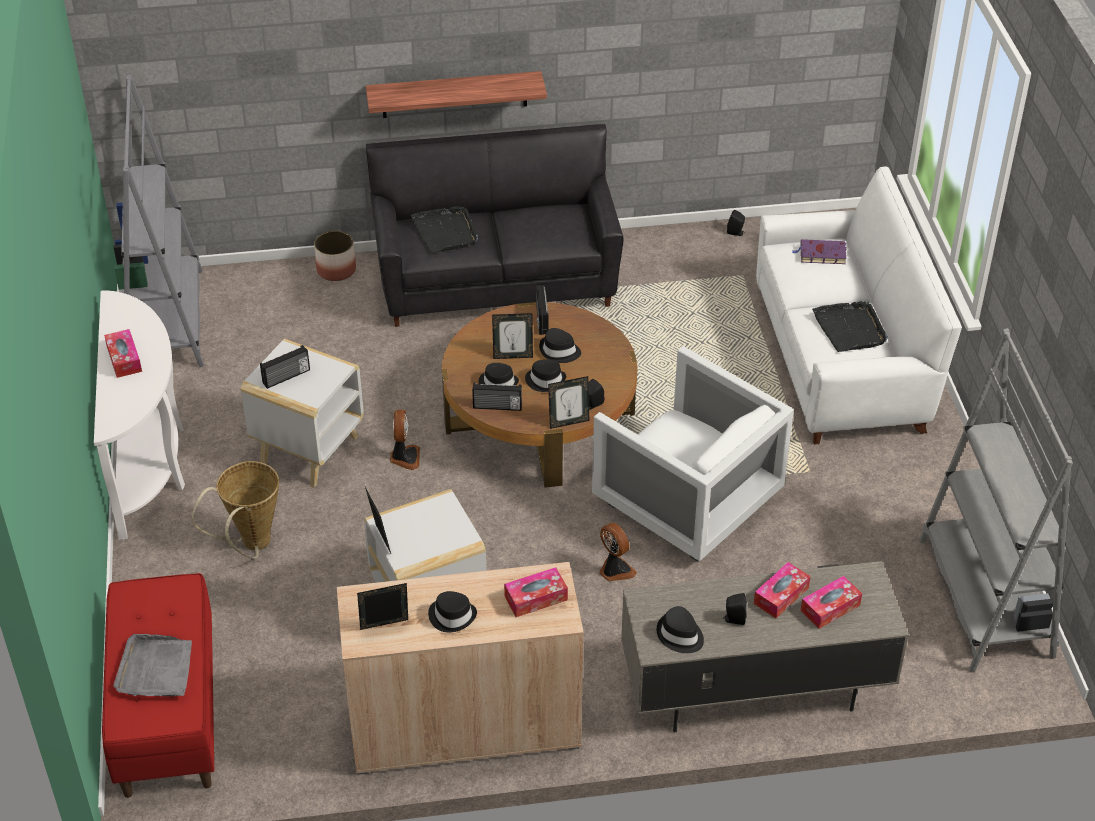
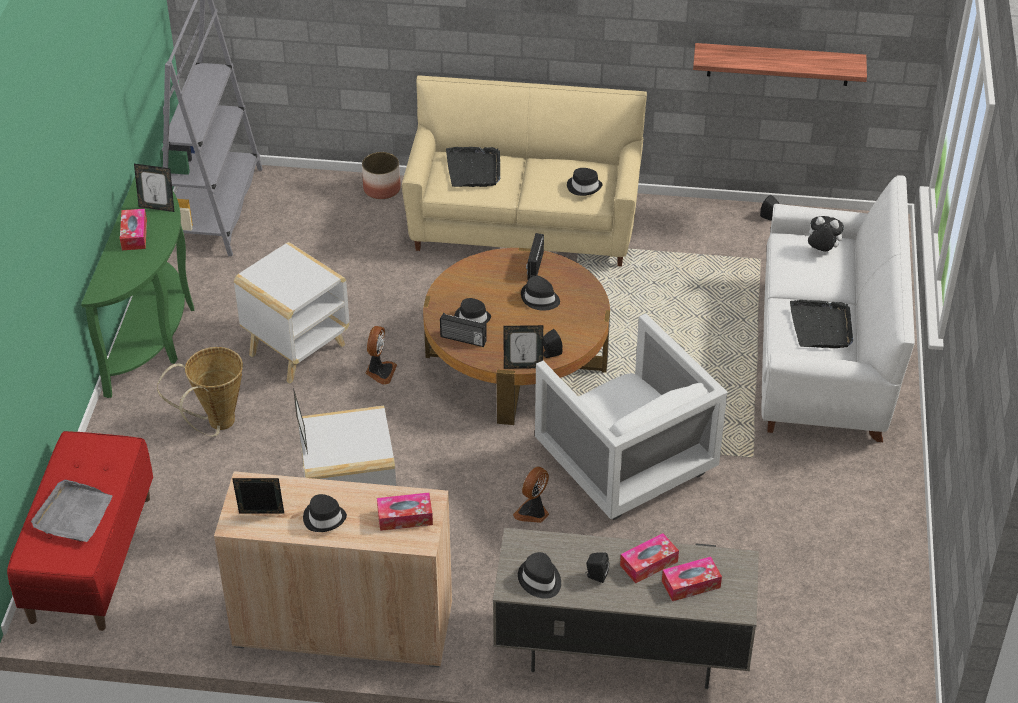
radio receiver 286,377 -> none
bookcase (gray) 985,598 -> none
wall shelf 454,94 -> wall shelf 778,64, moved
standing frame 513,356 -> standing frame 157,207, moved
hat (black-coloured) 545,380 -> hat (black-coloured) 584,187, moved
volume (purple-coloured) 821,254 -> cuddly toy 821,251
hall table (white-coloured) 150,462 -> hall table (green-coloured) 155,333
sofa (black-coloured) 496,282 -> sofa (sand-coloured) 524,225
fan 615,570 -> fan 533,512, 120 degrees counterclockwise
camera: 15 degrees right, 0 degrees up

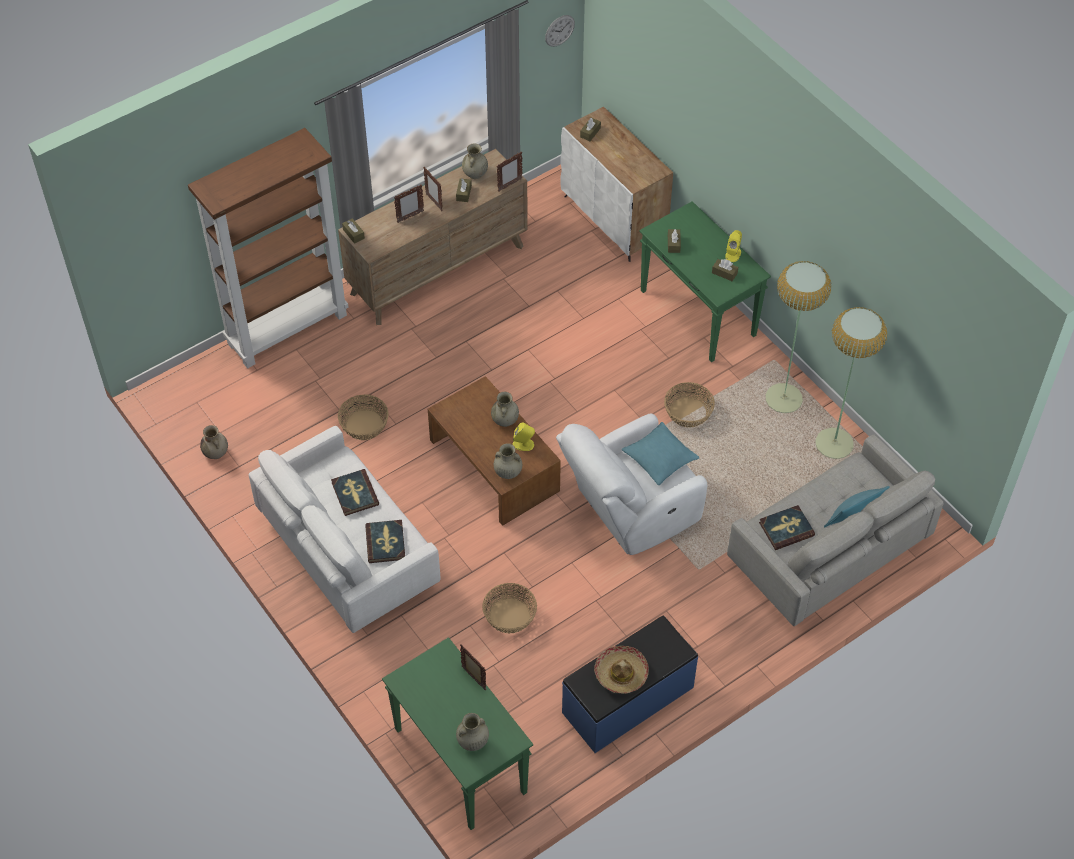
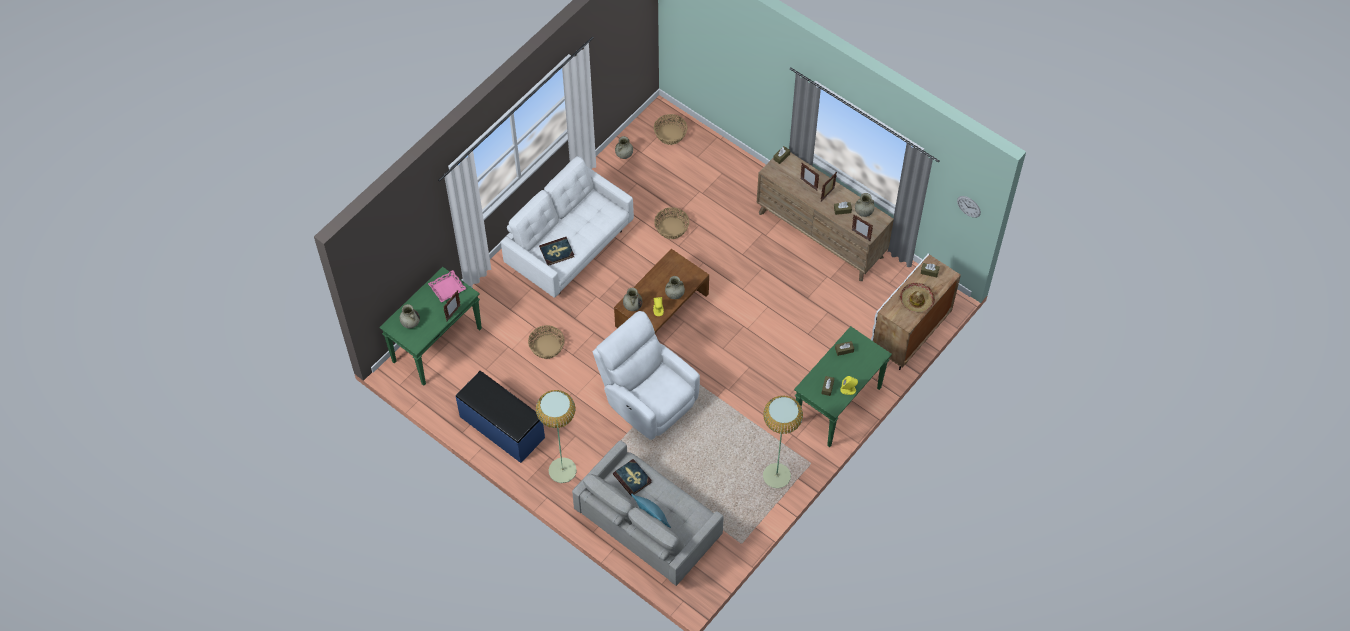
bookcase (brown-coloured) 288,328 -> none
volume 354,494 -> none
throw pillow (blue-green) 659,458 -> none
none -> serving tray (pink-coloured) 447,287
hat 621,673 -> hat 916,300, moved
basket 688,413 -> basket 670,135, moved
floor lamp 834,444 -> floor lamp 562,470, moved
camera: 75 degrees right, 5 degrees up

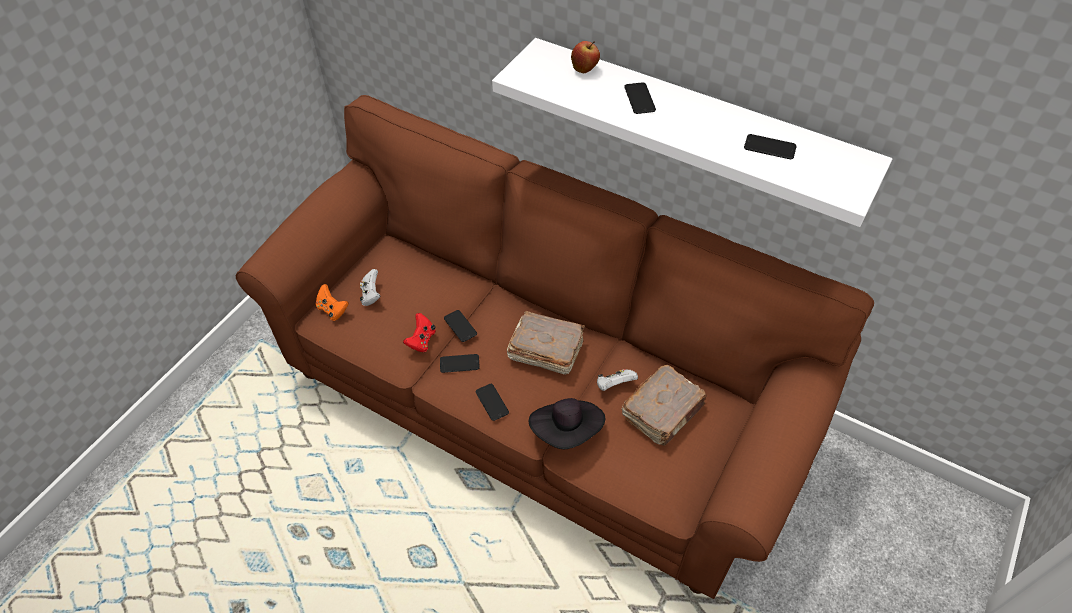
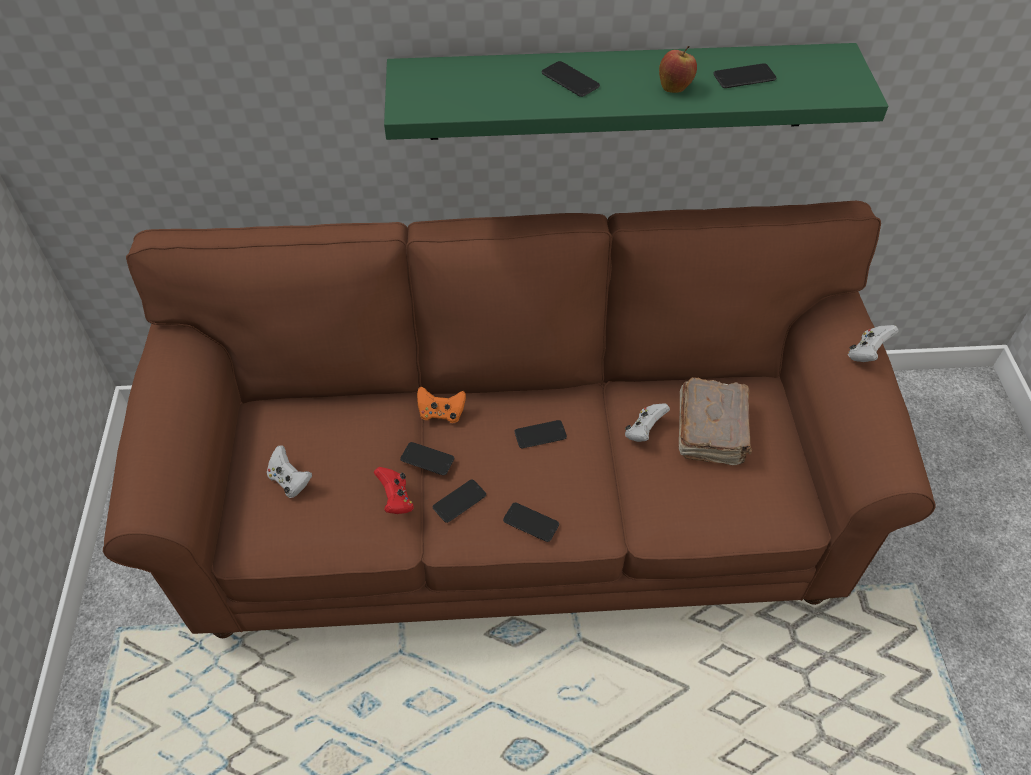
hat (black-coloured) 567,430 -> none
none -> gamepad (white-coloured) 867,353
gamepad (orange-coloured) 332,310 -> gamepad (orange-coloured) 441,413, moved
whole apple 585,69 -> whole apple 675,87, moved
volume (brown-coloured) 545,350 -> phone 540,435
wall shelf (white-coloured) 694,124 -> wall shelf (green-coloured) 619,92
camera: 35 degrees left, 0 degrees up

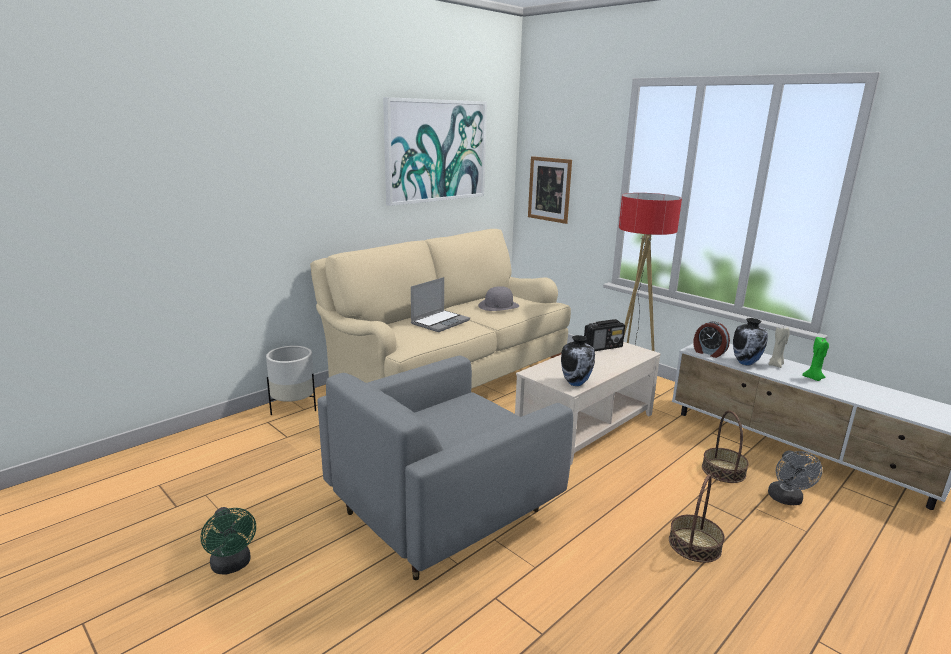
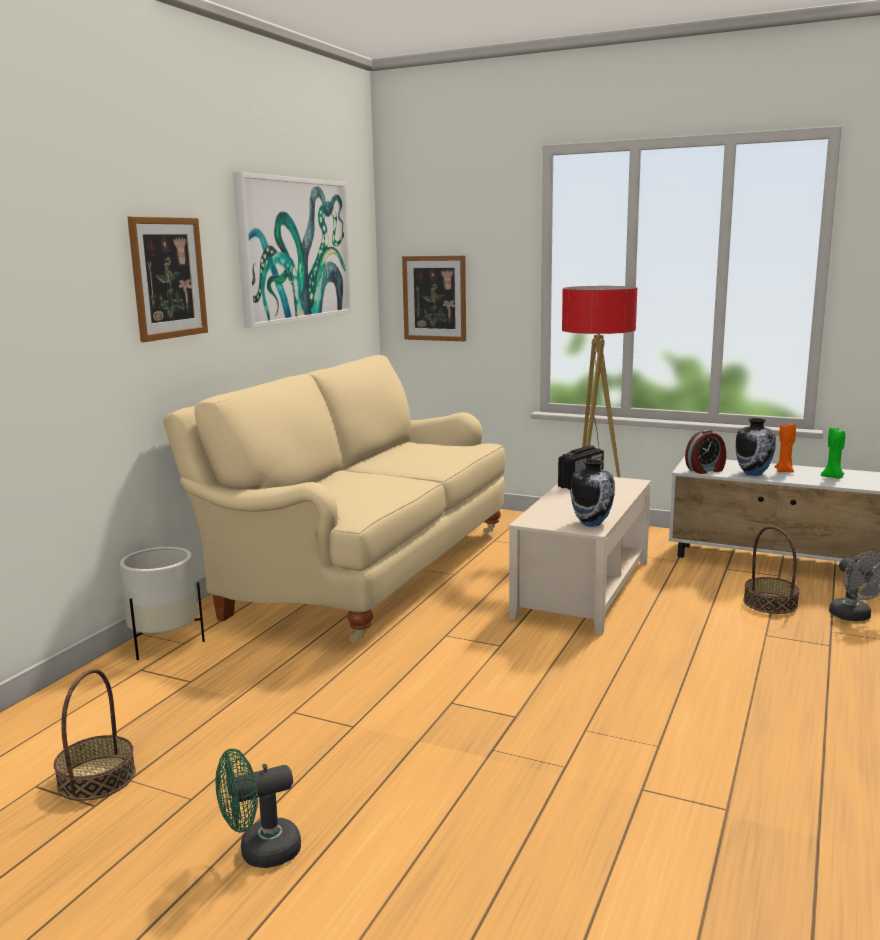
lounge chair (gray) 443,512 -> none
portable computer 440,322 -> none
hat (gray) 498,306 -> none
none -> wall picture 168,278
basket 694,545 -> basket 96,778, moved
candle (sand-coloured) 776,365 -> candle (orange-coloured) 784,471
fan (green-coloured) 232,566 -> fan (green-coloured) 260,852, 120 degrees clockwise
bedside clock 708,353 -> bedside clock 705,470, 45 degrees counterclockwise
camera: 20 degrees left, 5 degrees down

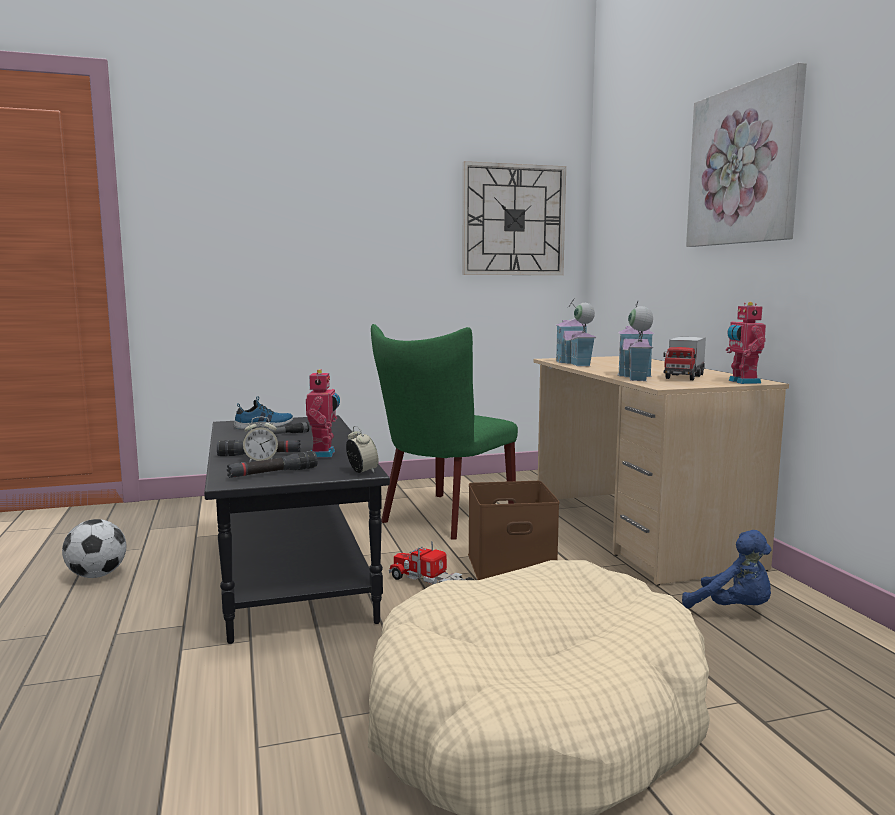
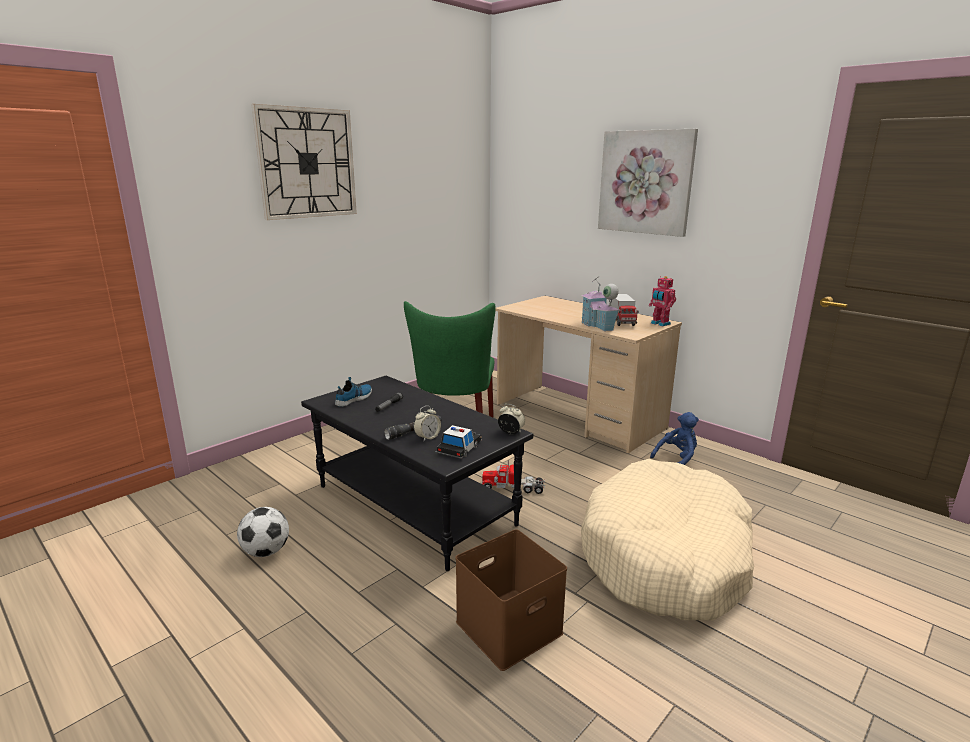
model robot 324,454 -> none
model house 574,363 -> none
wall clock 513,220 -> wall clock 307,163, moved
storage box (brown-coloured) 509,567 -> storage box (brown-coloured) 508,629, moved
hand torch (black-coloured) 273,473 -> model car 459,448
cuddly toy (bluish) 733,609 -> cuddly toy (bluish) 677,459, 45 degrees counterclockwise
camera: 30 degrees left, 10 degrees up

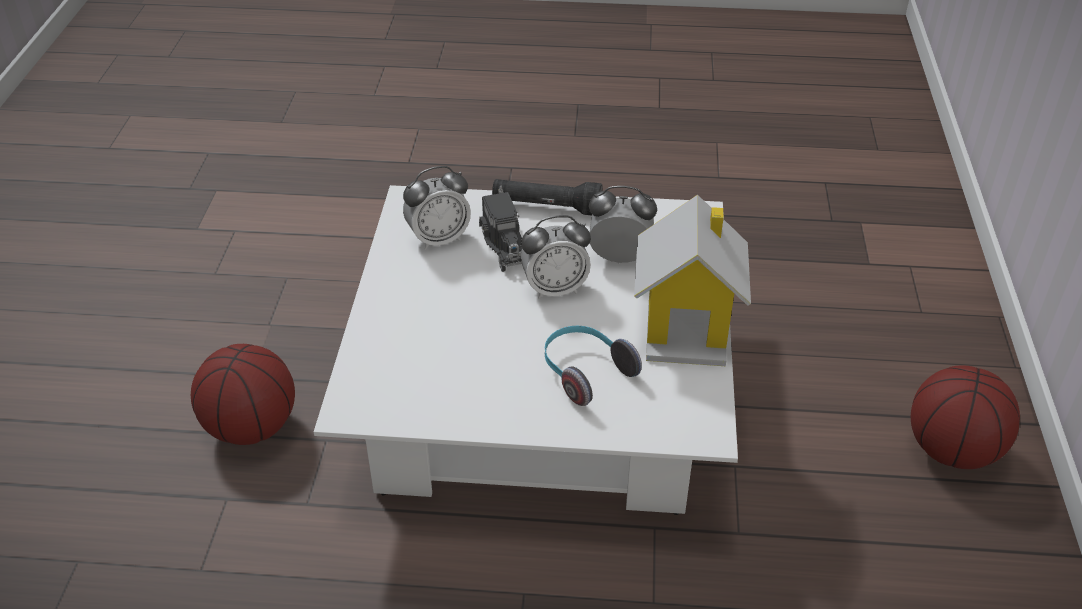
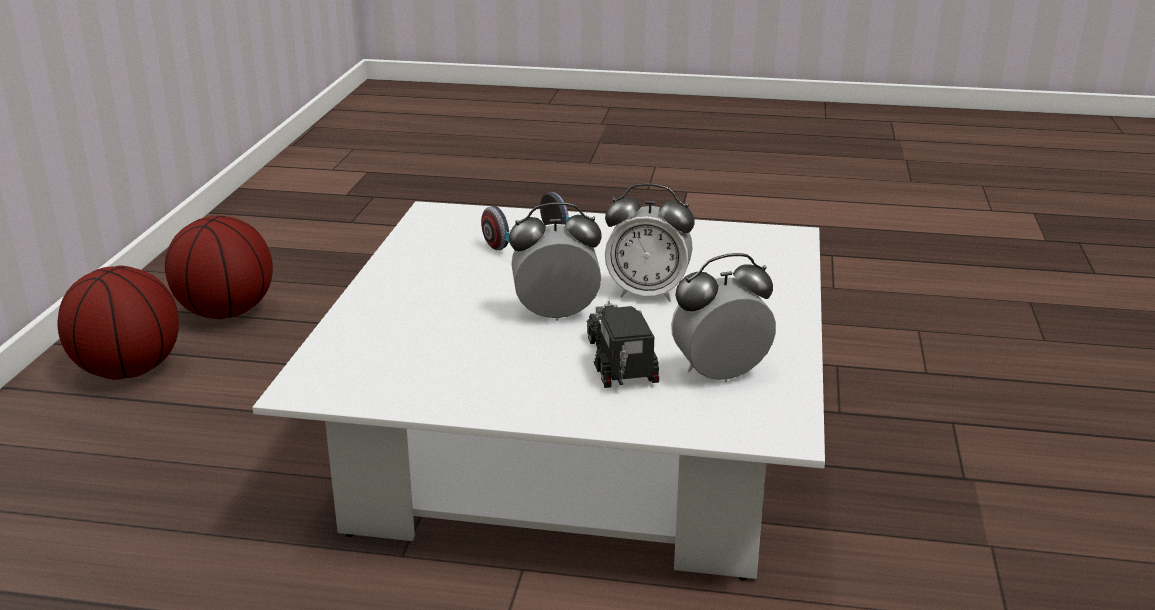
hand torch (black-coloured) 546,207 -> none
model house 687,326 -> none
basketball ball 250,428 -> basketball ball 227,312, moved
bedside clock 619,257 -> bedside clock 647,293, moved
camera: 175 degrees left, 15 degrees down

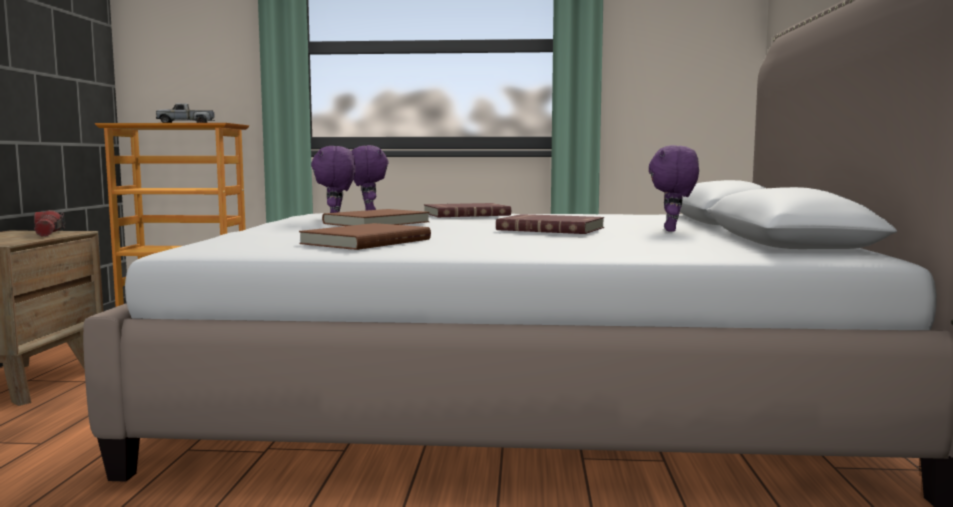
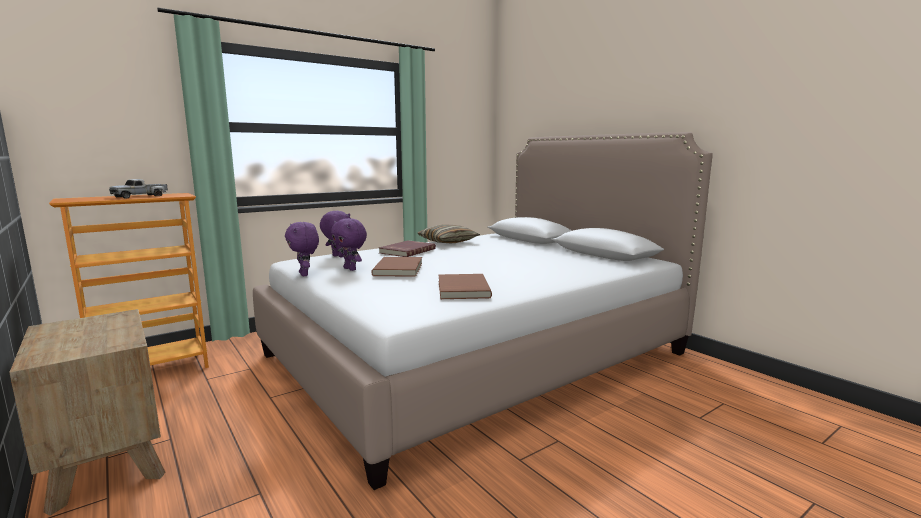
hand torch 48,234 -> none
volume (red-coloured) 551,228 -> none
none -> throw pillow 448,242
cuddly toy (purple-coloured) 672,230 -> cuddly toy (purple-coloured) 305,274, moved
camera: 40 degrees left, 5 degrees up

